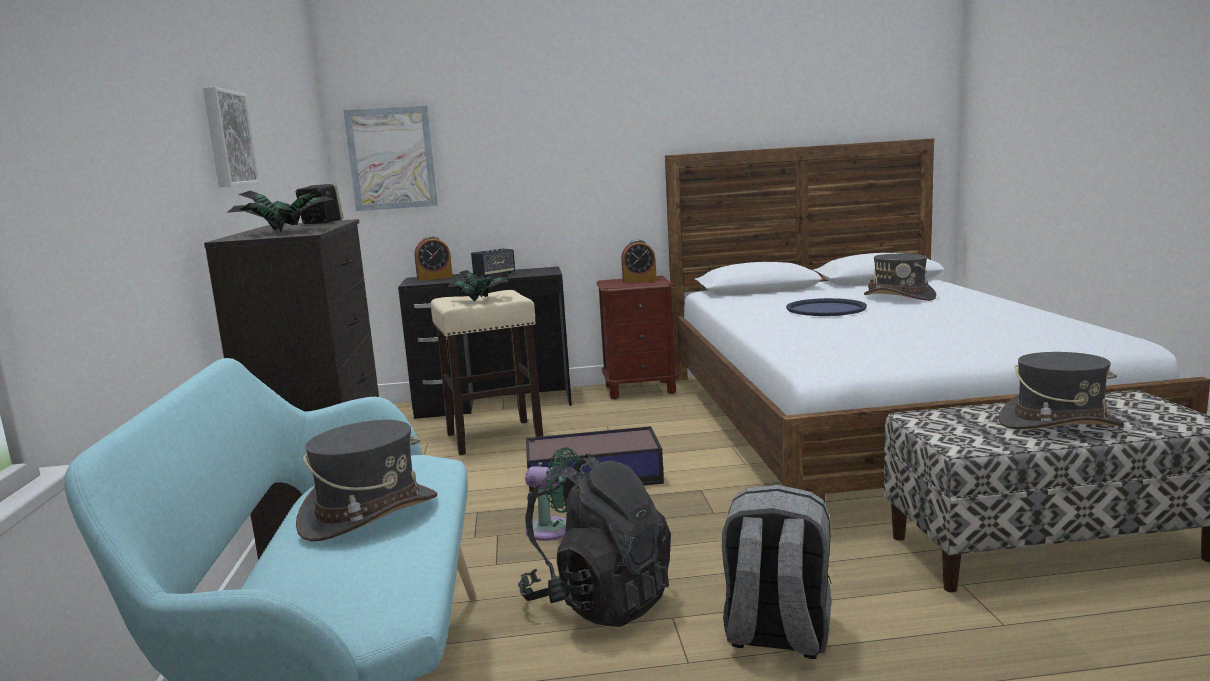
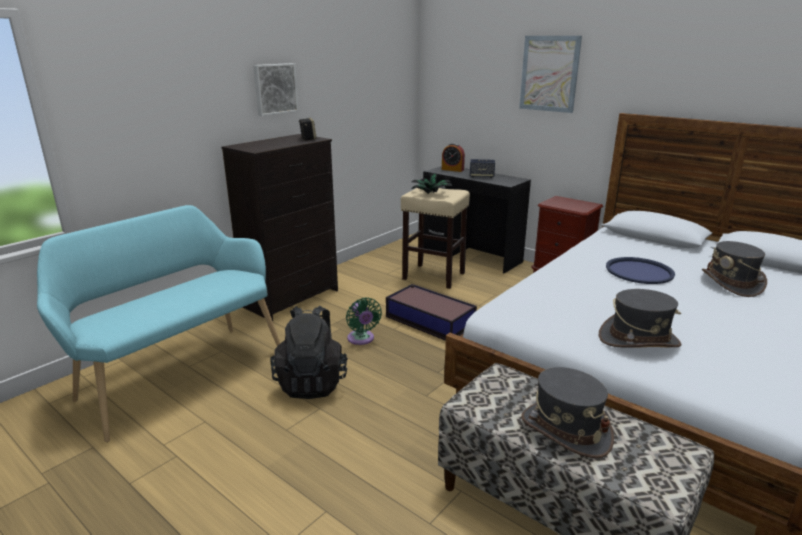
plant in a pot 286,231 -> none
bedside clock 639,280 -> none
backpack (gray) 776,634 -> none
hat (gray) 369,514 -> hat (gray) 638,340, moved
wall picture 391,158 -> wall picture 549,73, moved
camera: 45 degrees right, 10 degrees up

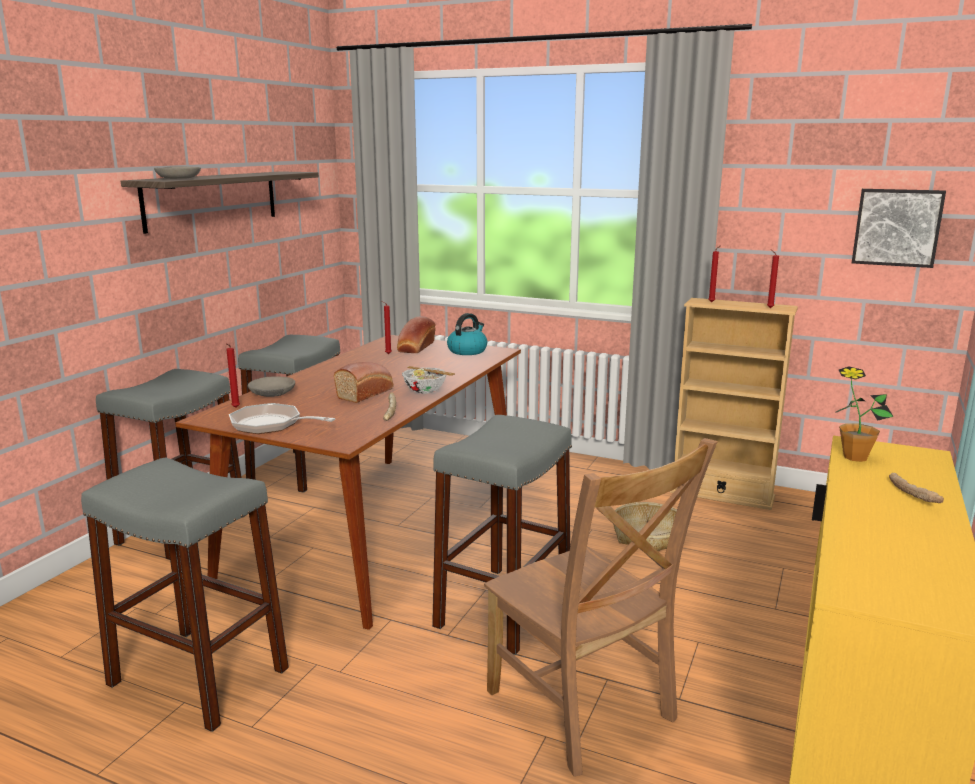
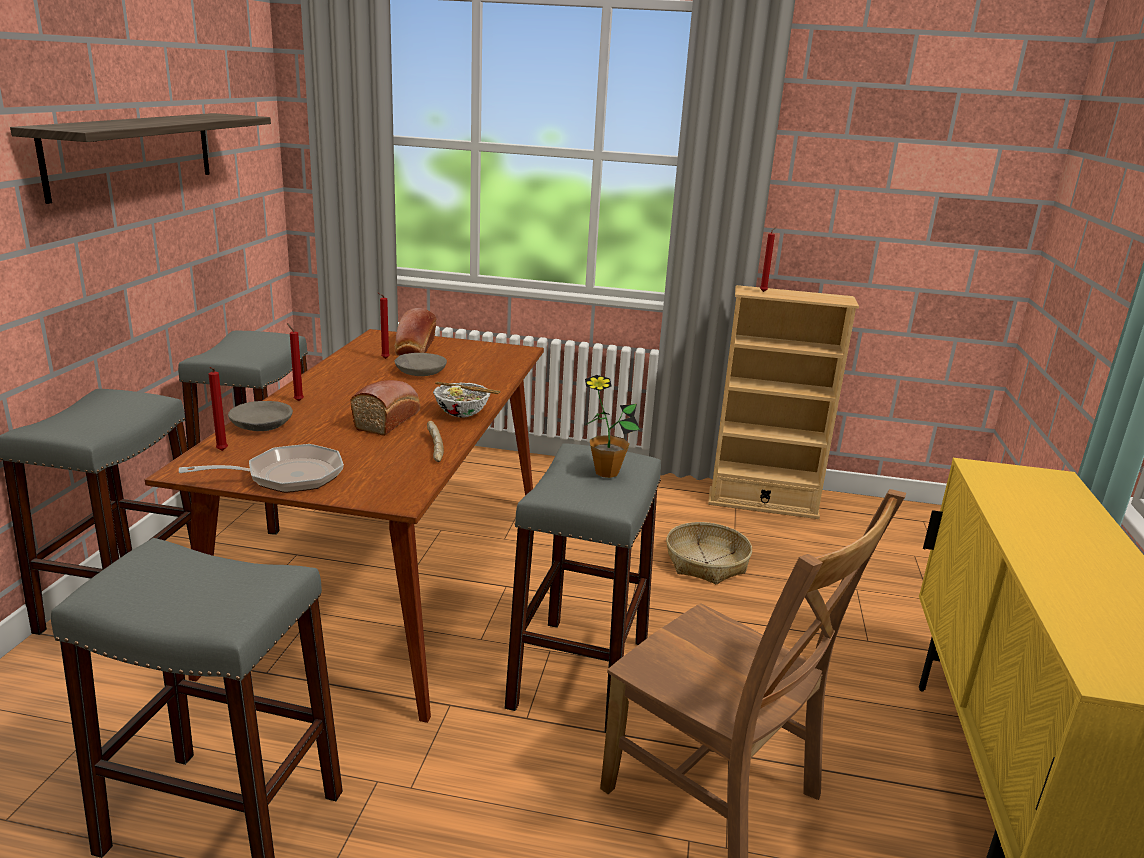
water kettle 467,351 -> none
wall picture 896,227 -> none
bread 913,495 -> none
deep dish (gray) 178,178 -> deep dish (gray) 420,371, moved
candle (red-coloured) 769,308 -> candle (red-coloured) 297,400, moved
plant in a pot 855,457 -> plant in a pot 606,472, moved
skillet 271,425 -> skillet 286,477, 150 degrees clockwise
camera: 15 degrees left, 5 degrees up

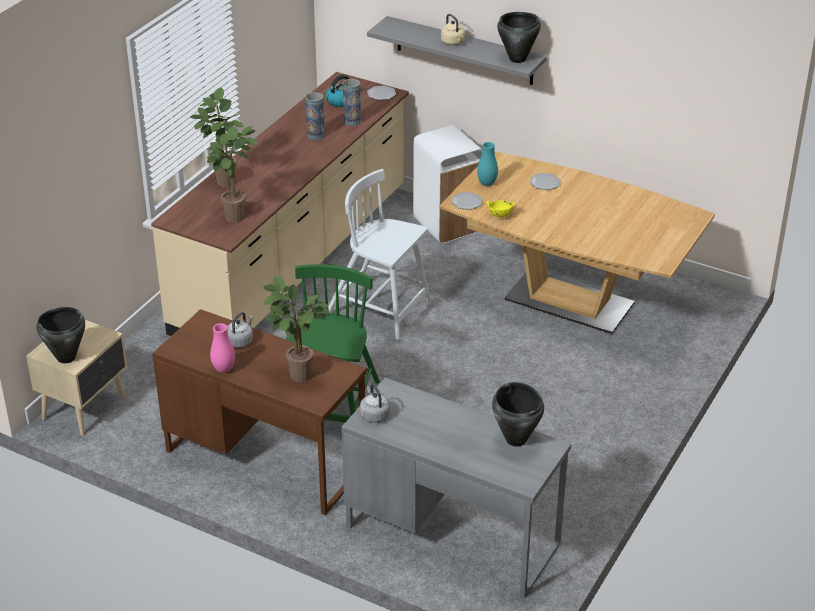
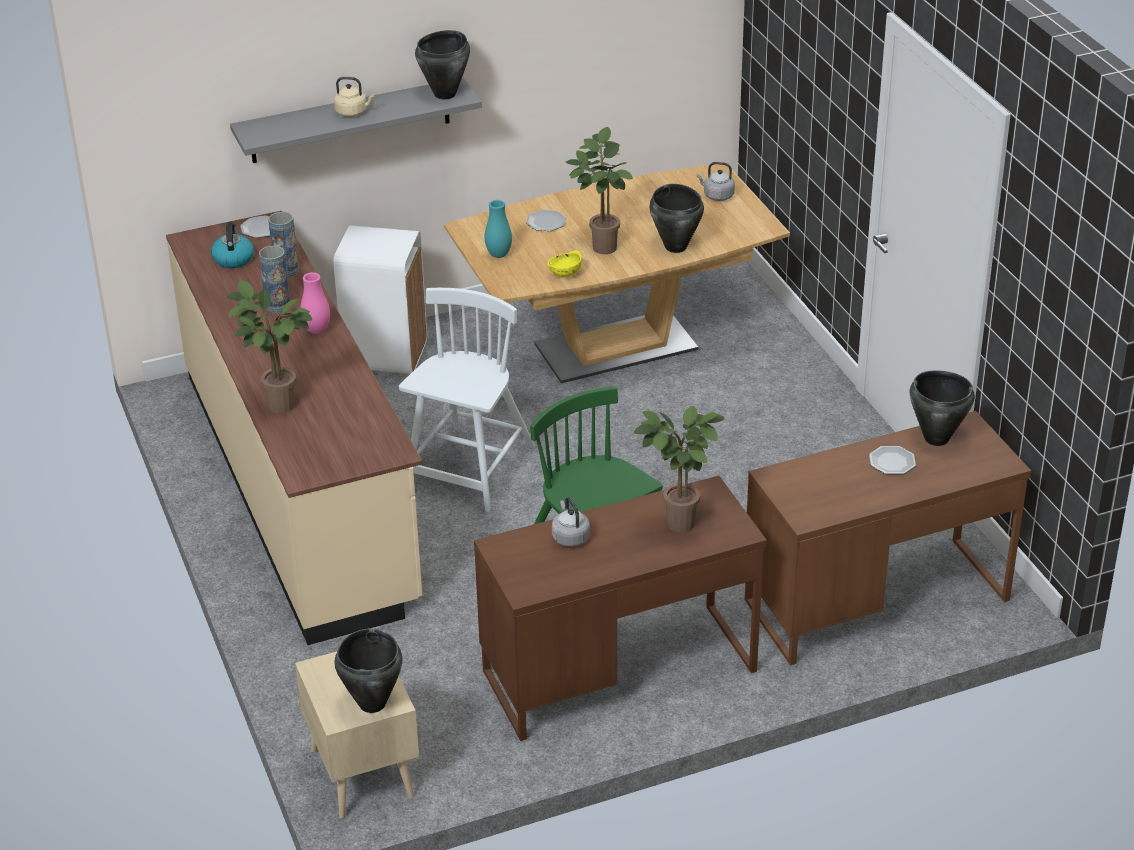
none -> cooking pot (black-coloured) 676,247
plant in a pot 234,215 -> plant in a pot 601,246, moved
decorative vase (pink-coloured) 224,369 -> decorative vase (pink-coloured) 317,330, moved
water kettle (gray) 374,414 -> water kettle (gray) 717,196, moved
flat dish 466,202 -> flat dish 892,462, moved
desk unit (gray) 452,534 -> desk unit (brown-coloured) 875,599
plain chair (white-coloured) 380,309 -> plain chair (white-coloured) 470,470, 135 degrees clockwise
camera: 50 degrees left, 0 degrees up

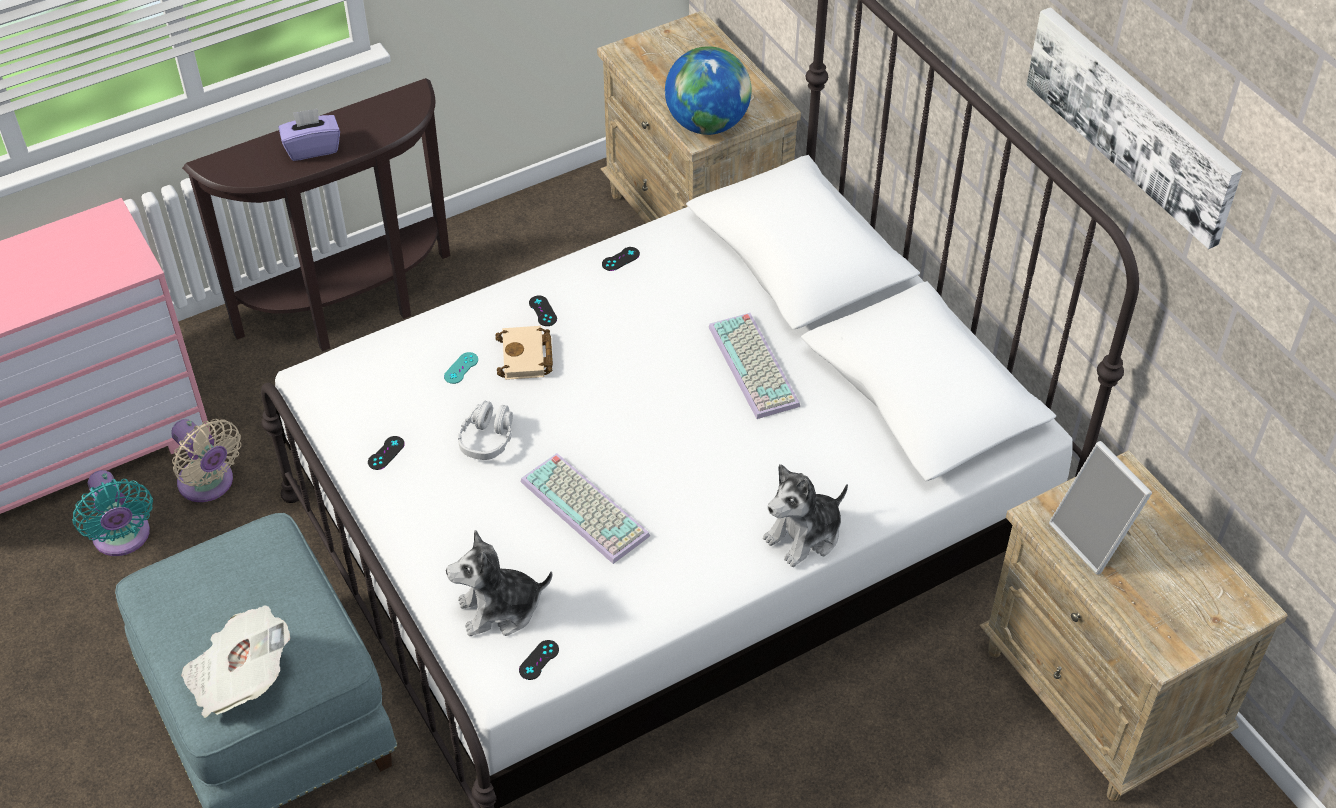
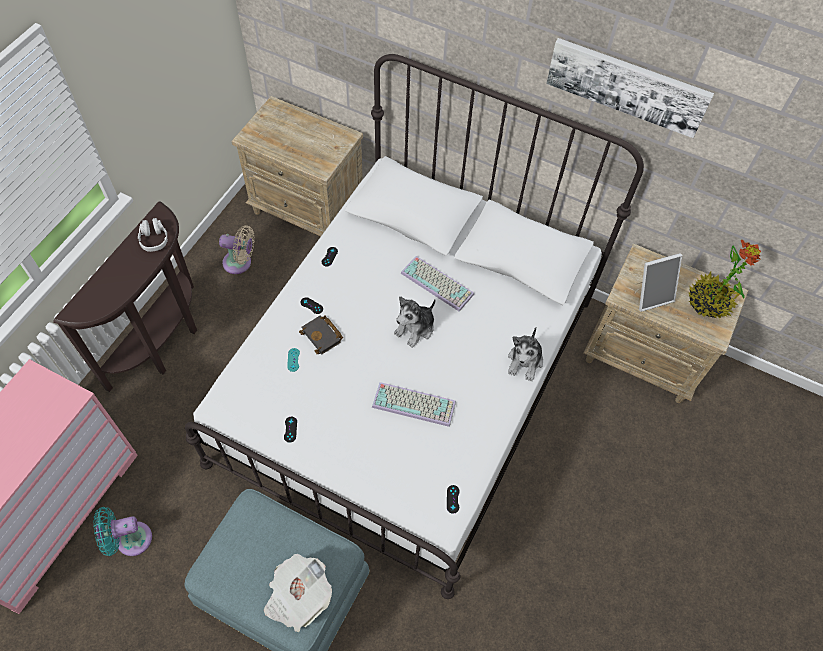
tissue box (purple-coloured) 312,148 -> none
desk globe 707,124 -> none
none -> plant in a pot 708,303
fan (sand-coloured) 209,484 -> fan (sand-coloured) 240,263, moved
cuddly toy 500,609 -> cuddly toy 415,328, moved
pair of headphones (gray) 487,439 -> pair of headphones (gray) 154,239, moved
volume (sand-coloured) 526,358 -> volume (black-coloured) 323,336
fan (blue-green) 123,538 -> fan (blue-green) 130,540, 135 degrees clockwise
standing frame 1094,538 -> standing frame 651,295, 45 degrees counterclockwise
camera: 35 degrees left, 10 degrees up

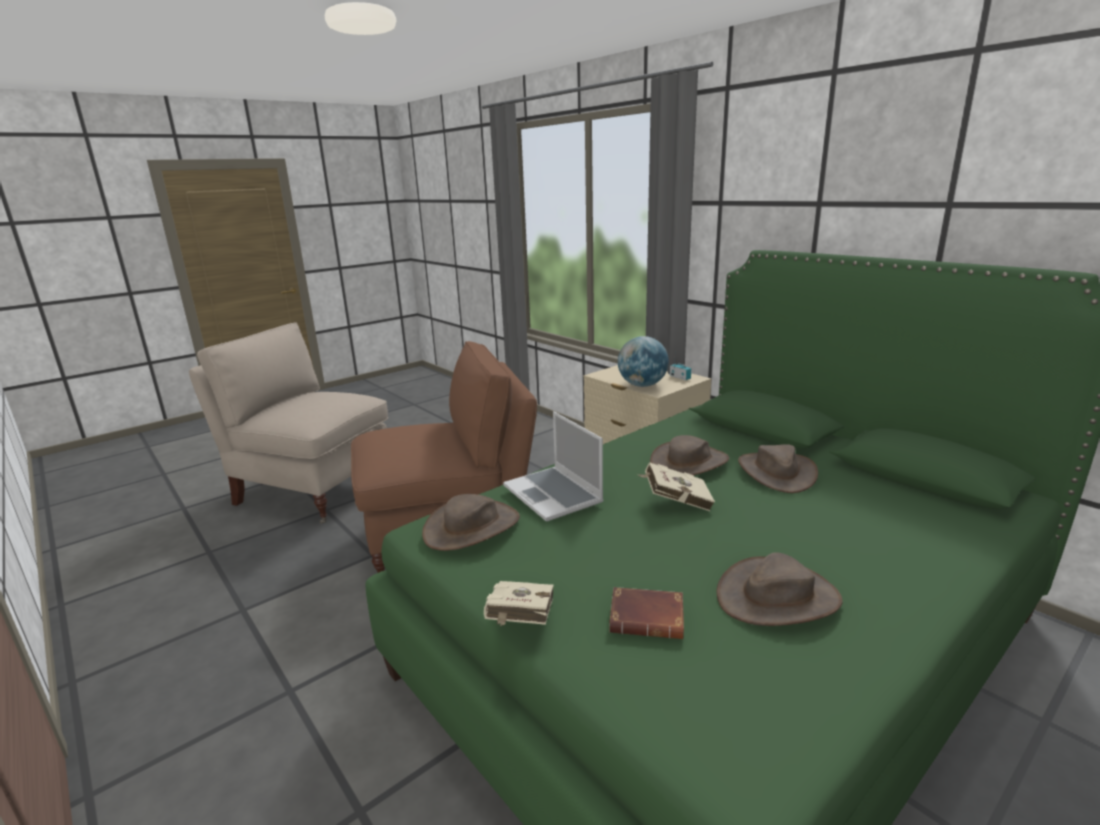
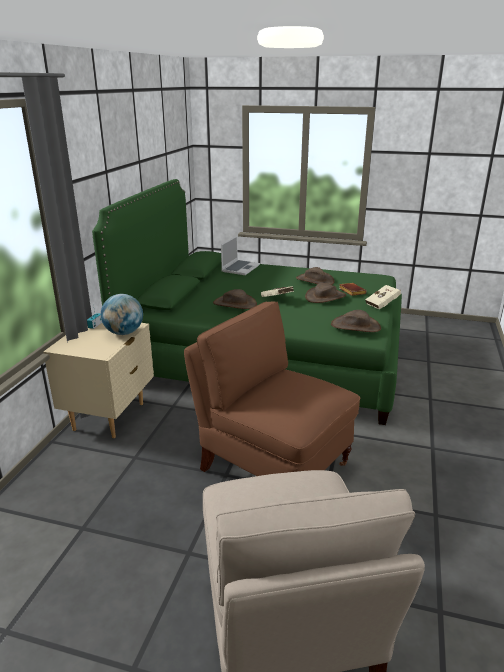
portable computer 554,495 -> portable computer 240,268, moved
hat (brown-coloured) 776,472 -> hat (brown-coloured) 325,297, moved
camera: 125 degrees left, 5 degrees up

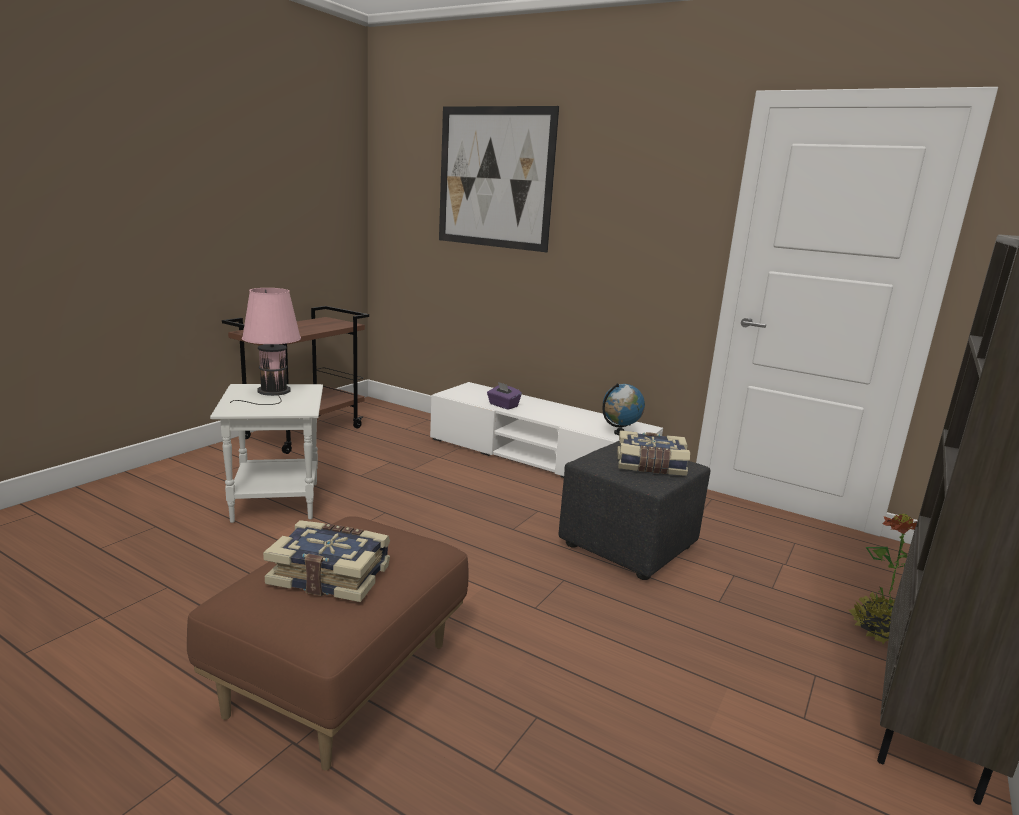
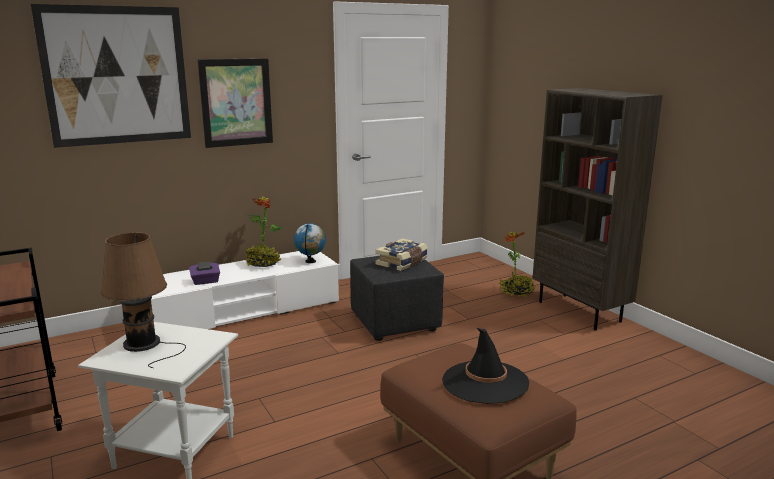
none -> wall picture 236,102
none -> plant in a pot 263,264
volume 331,574 -> hat (black-coloured) 485,382
lamp for a table (pink-coloured) 272,392 -> lamp for a table (brown-coloured) 145,344
camera: 60 degrees left, 0 degrees up

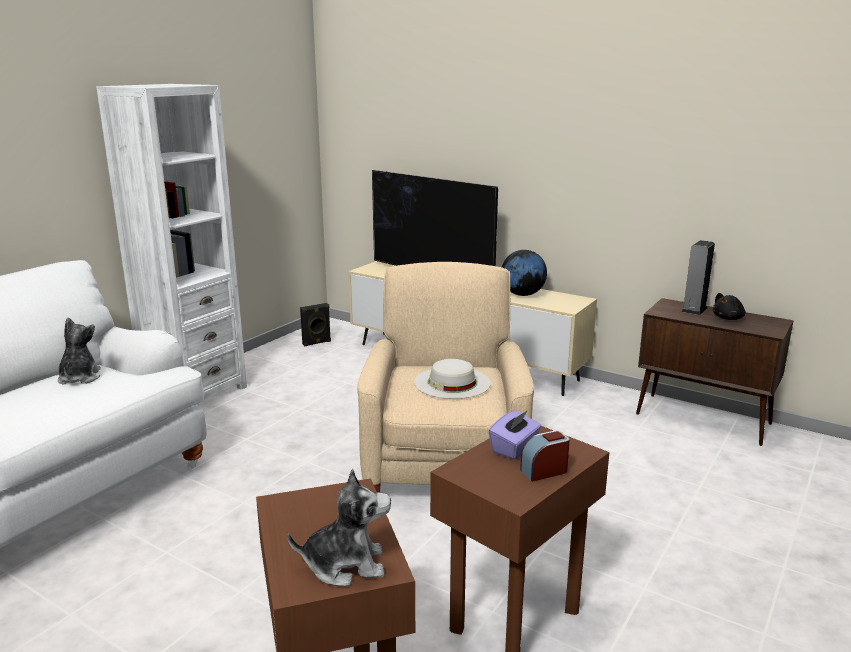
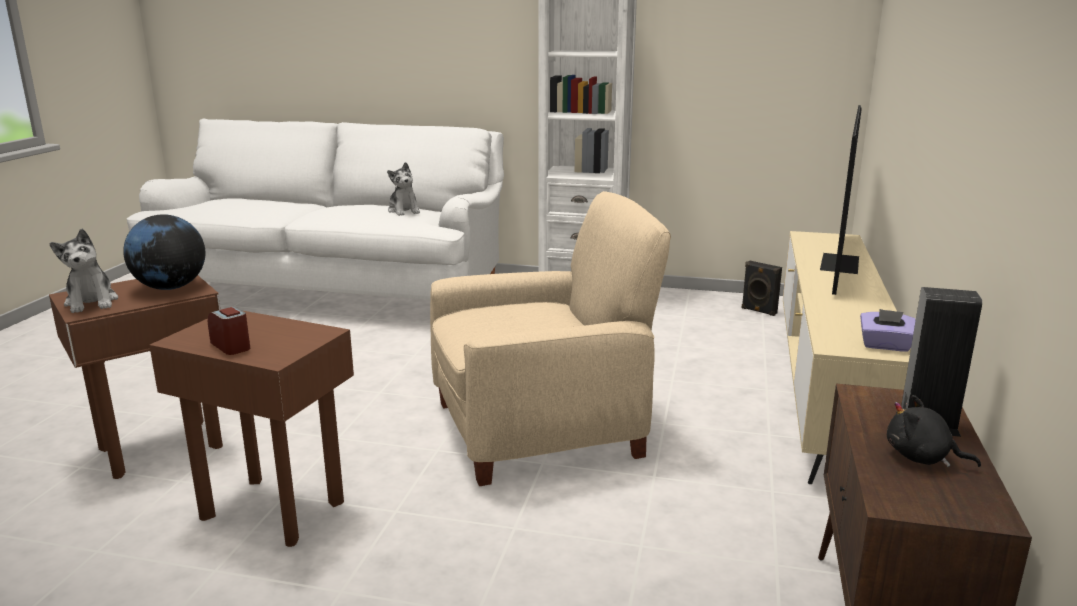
hat (white-coloured) 452,382 -> none
tissue box (purple-coloured) 514,448 -> tissue box (purple-coloured) 885,346, moved
desk globe 522,294 -> desk globe 170,287, moved
cuddly toy 79,378 -> cuddly toy 404,211, 90 degrees clockwise
camera: 70 degrees right, 0 degrees up

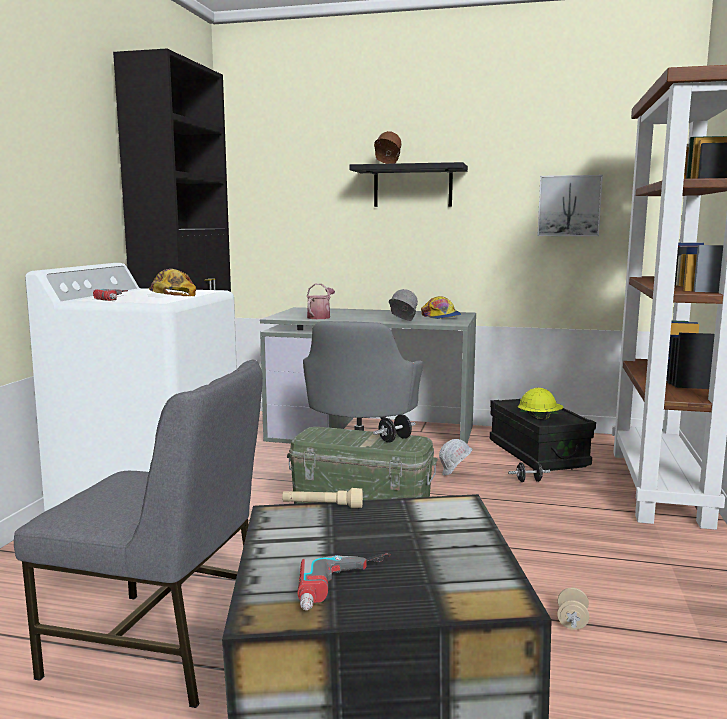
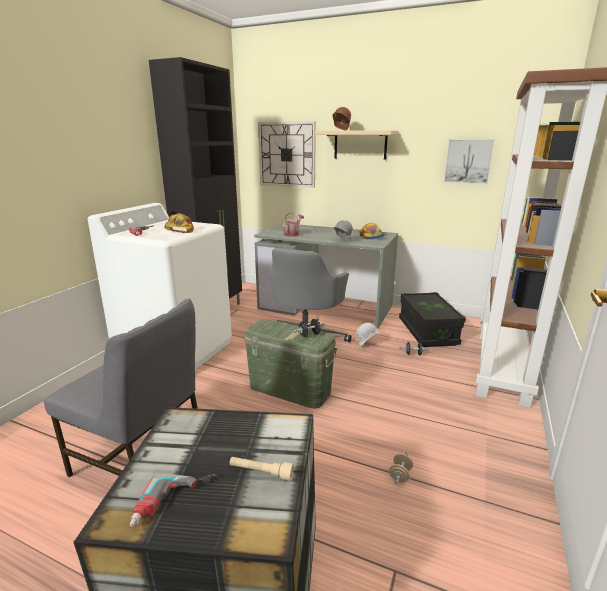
work helmet (yellow) 539,418 -> none
none -> wall clock 287,154
hand torch (sand-coloured) 322,506 -> hand torch (sand-coloured) 261,472, moved
wall shelf (black-coloured) 412,186 -> wall shelf (sand-coloured) 360,145
camera: 10 degrees right, 10 degrees up

